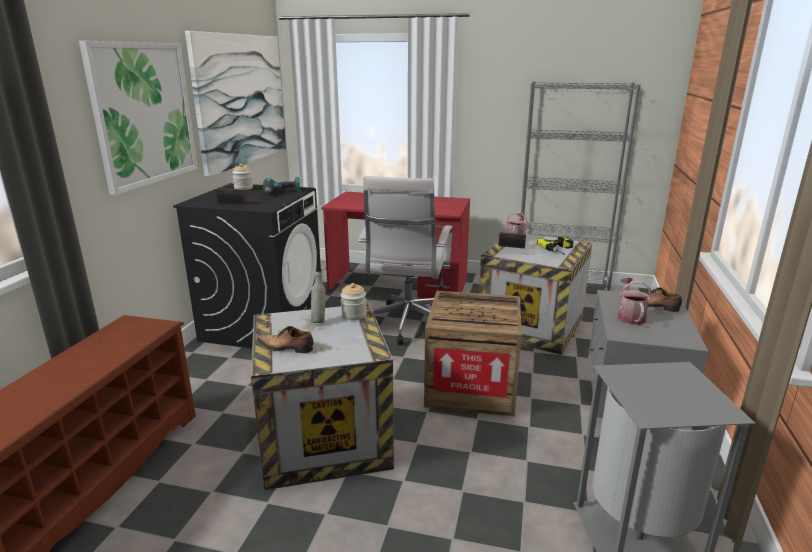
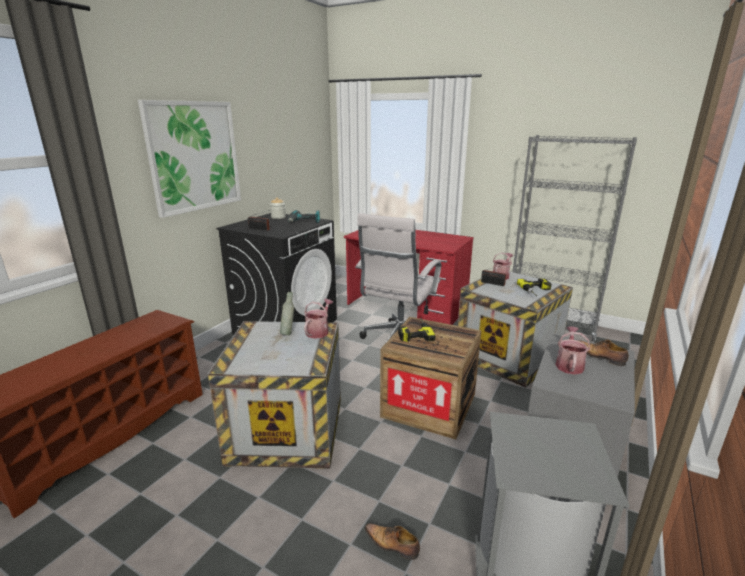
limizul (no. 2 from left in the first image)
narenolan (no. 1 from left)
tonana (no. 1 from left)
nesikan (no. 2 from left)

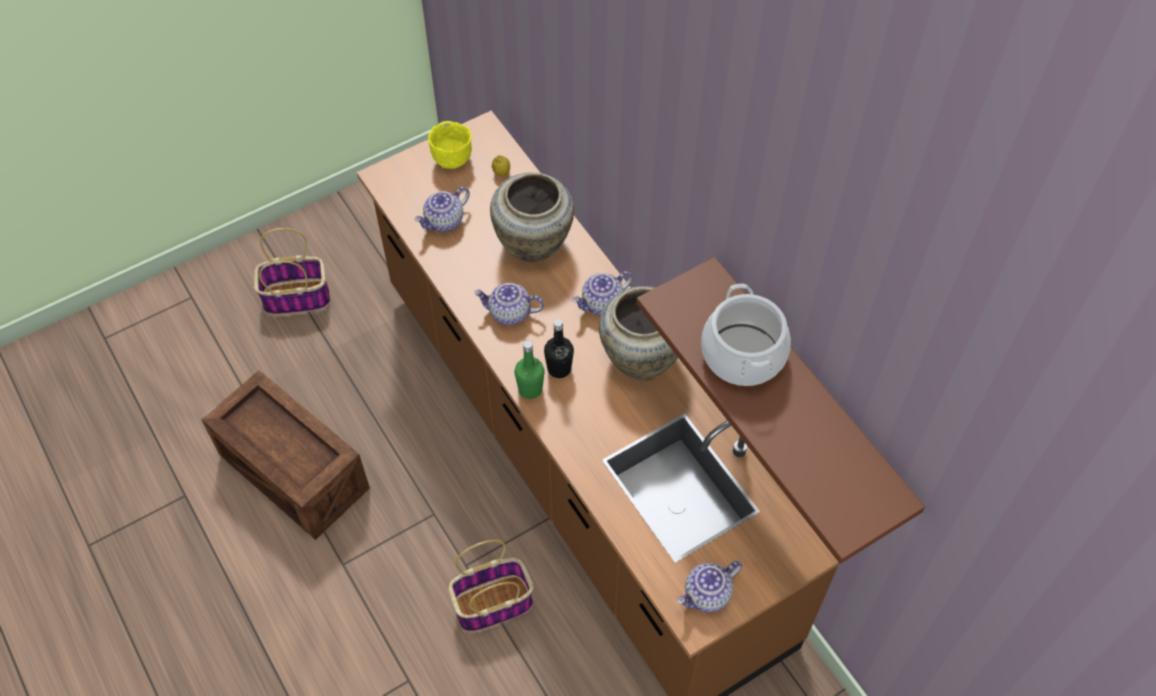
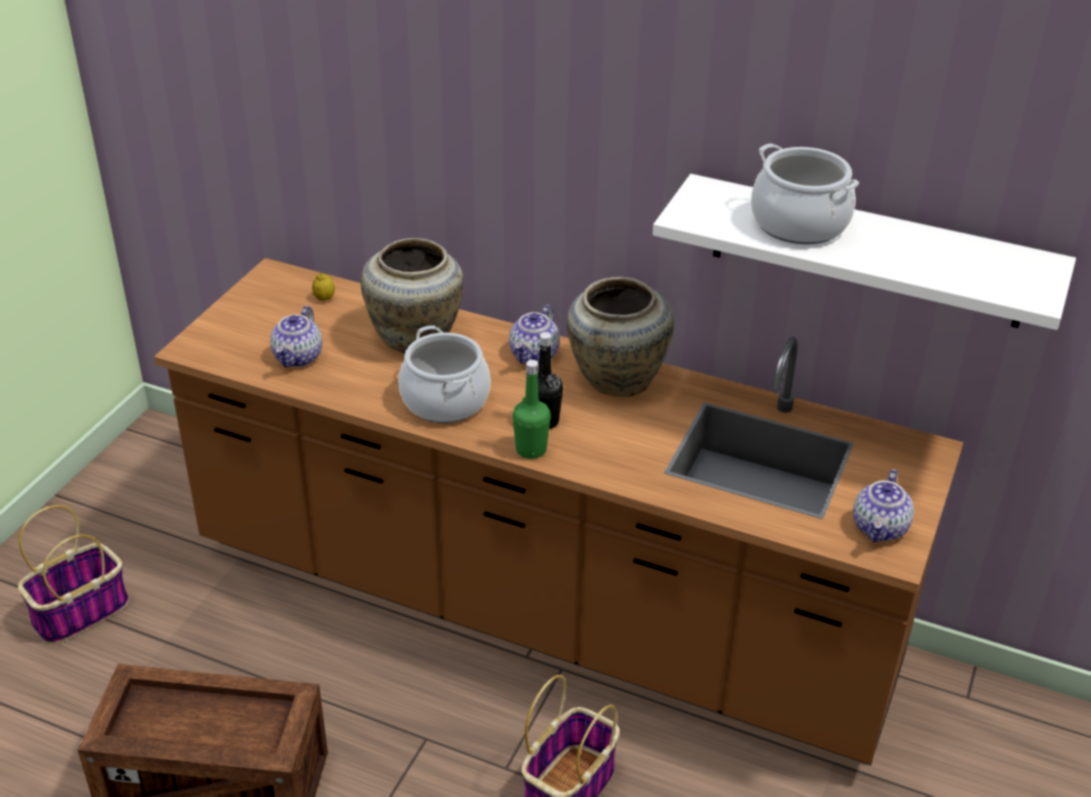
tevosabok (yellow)
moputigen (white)
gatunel (no. 1 from left)

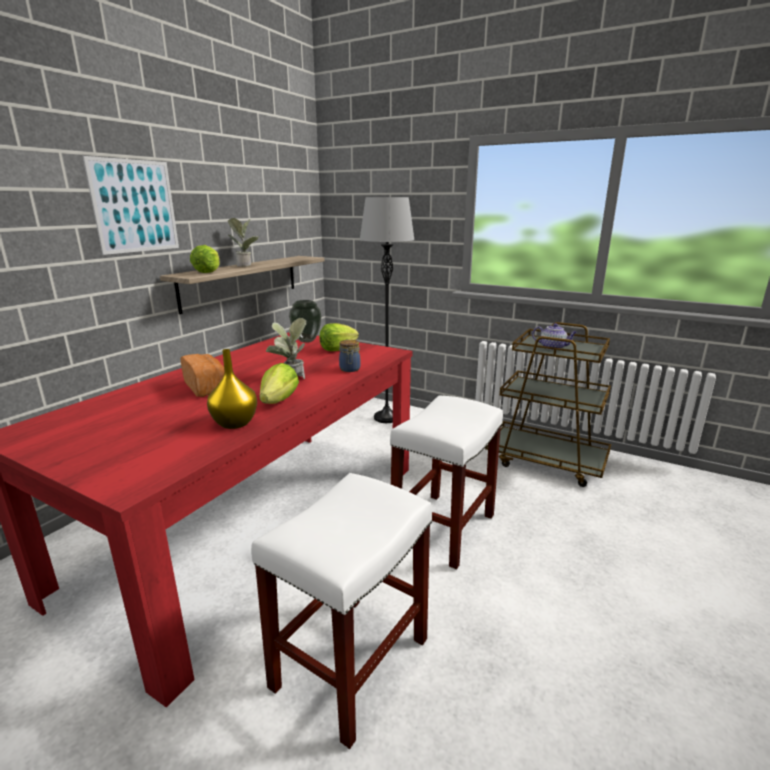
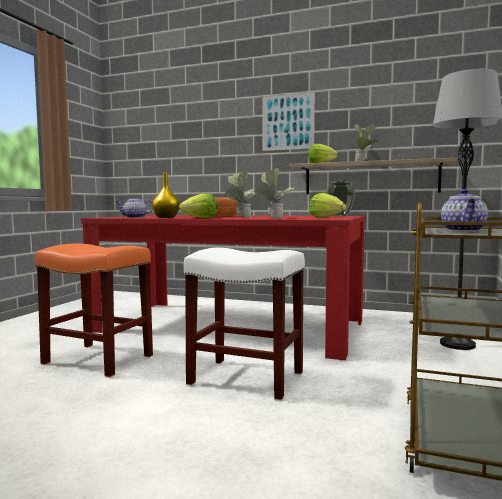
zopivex (no. 2 from left)
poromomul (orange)
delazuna (no. 1 from left)

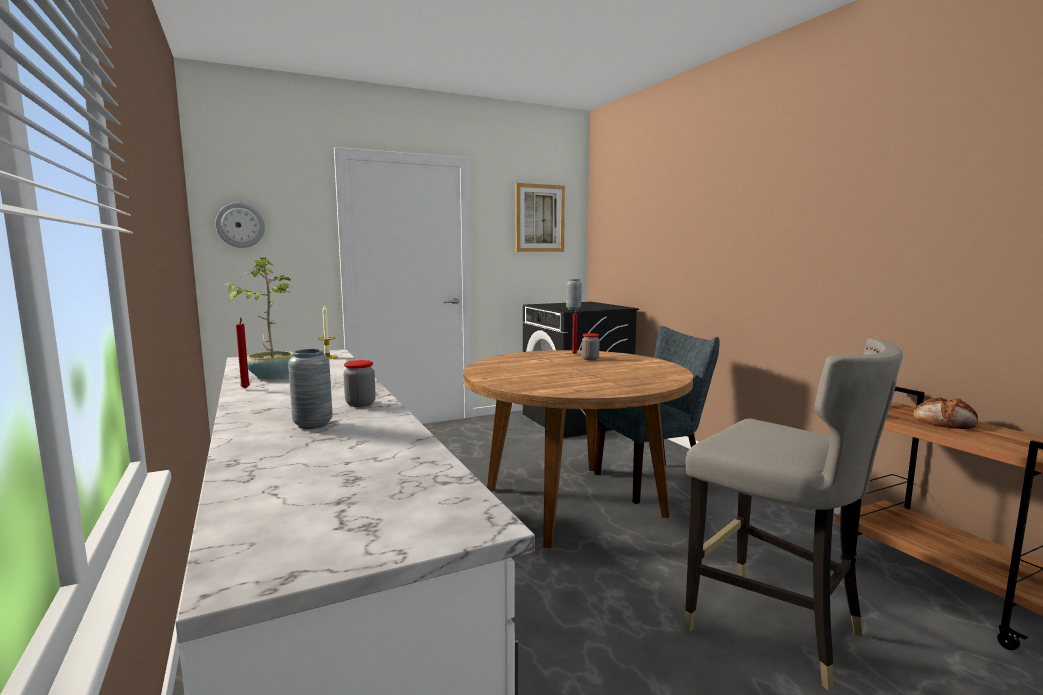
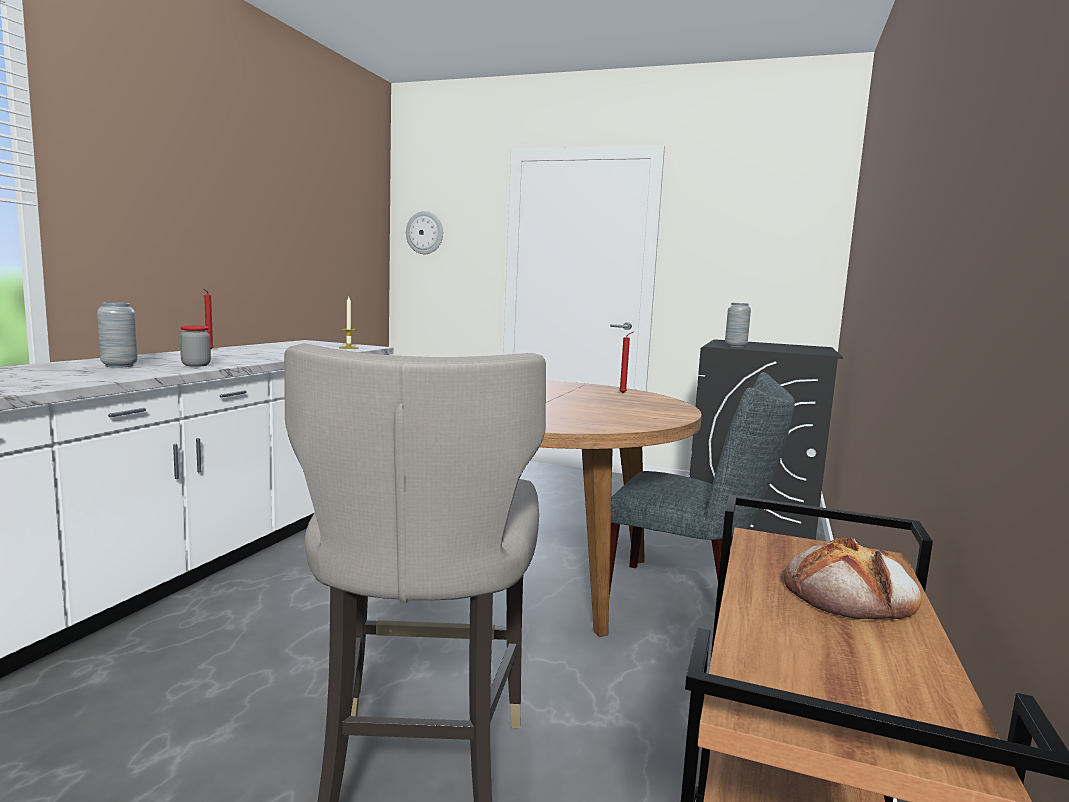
limizul
zopivex
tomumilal (no. 2 from left in the first image)

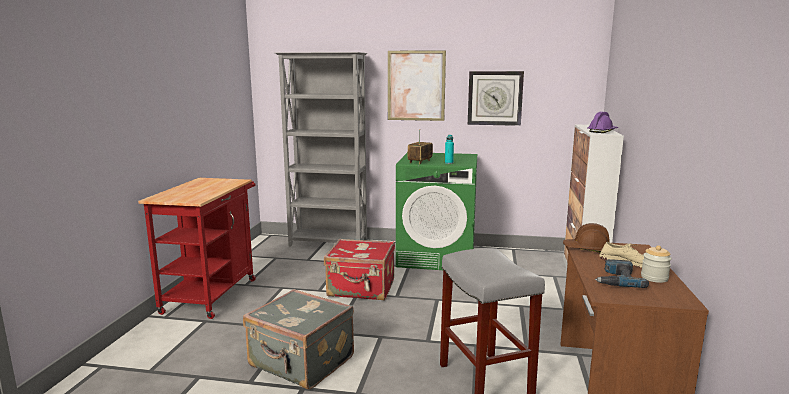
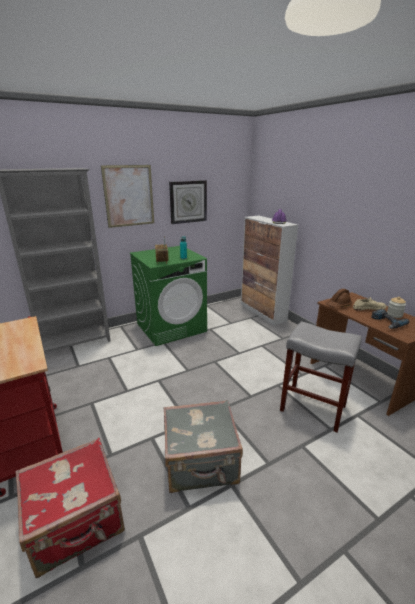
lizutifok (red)

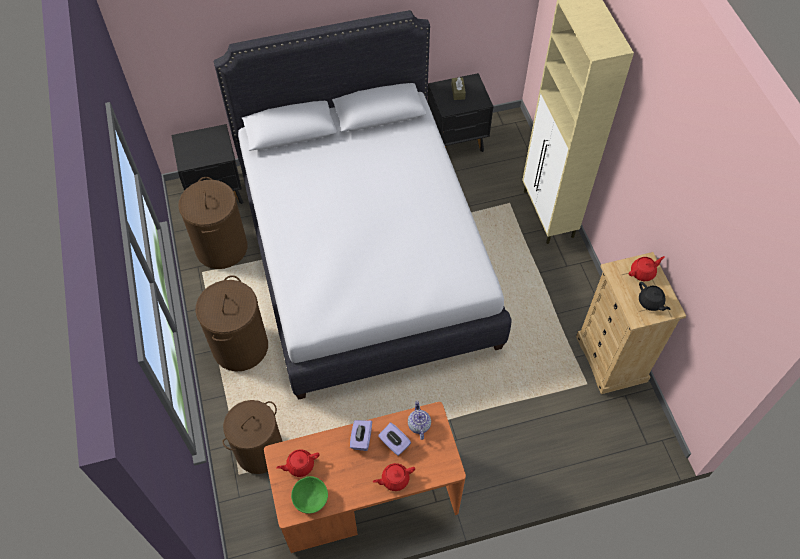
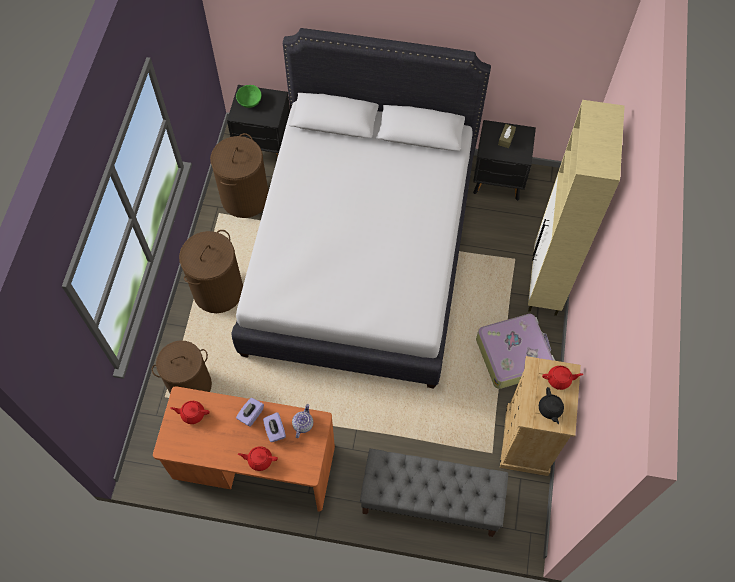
tevosabok (green)
lizutifok
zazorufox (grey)

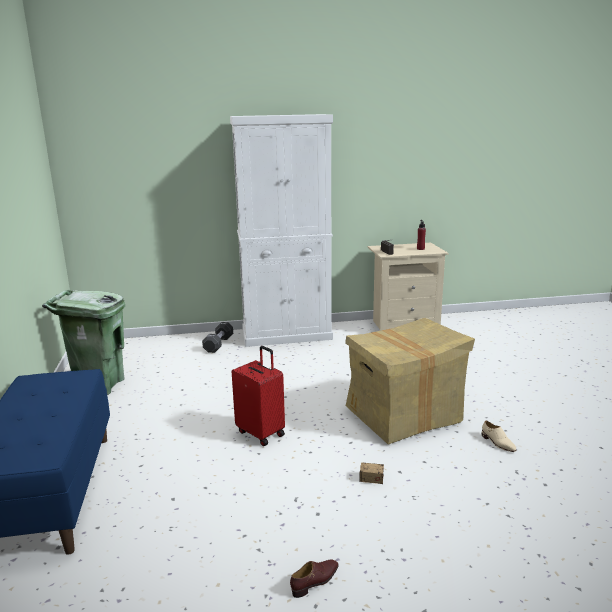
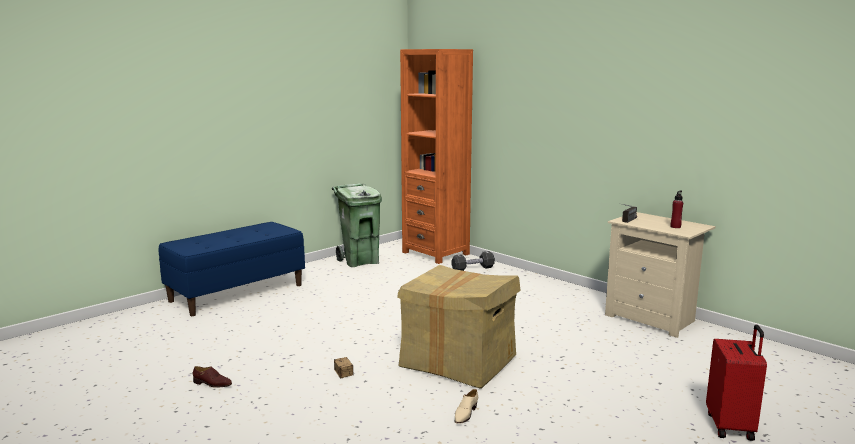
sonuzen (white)
lizutifok (red)
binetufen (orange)

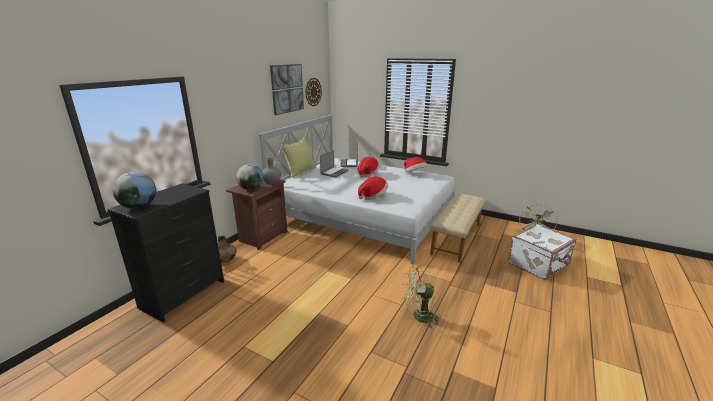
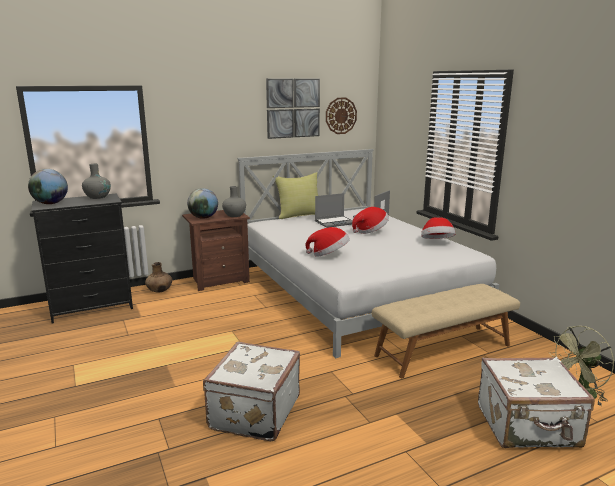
lizutifok (white) (no. 1 from left)
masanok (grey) (no. 1 from left)

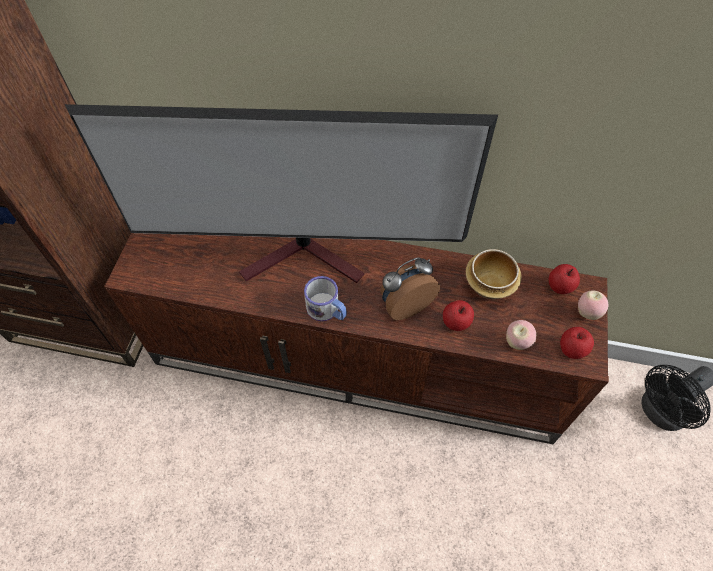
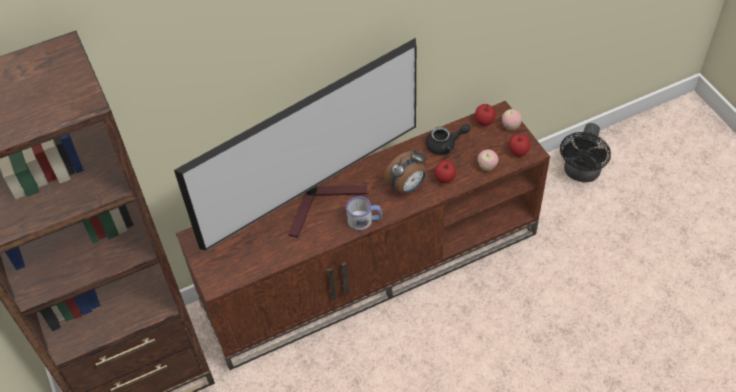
delazuna (black)
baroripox

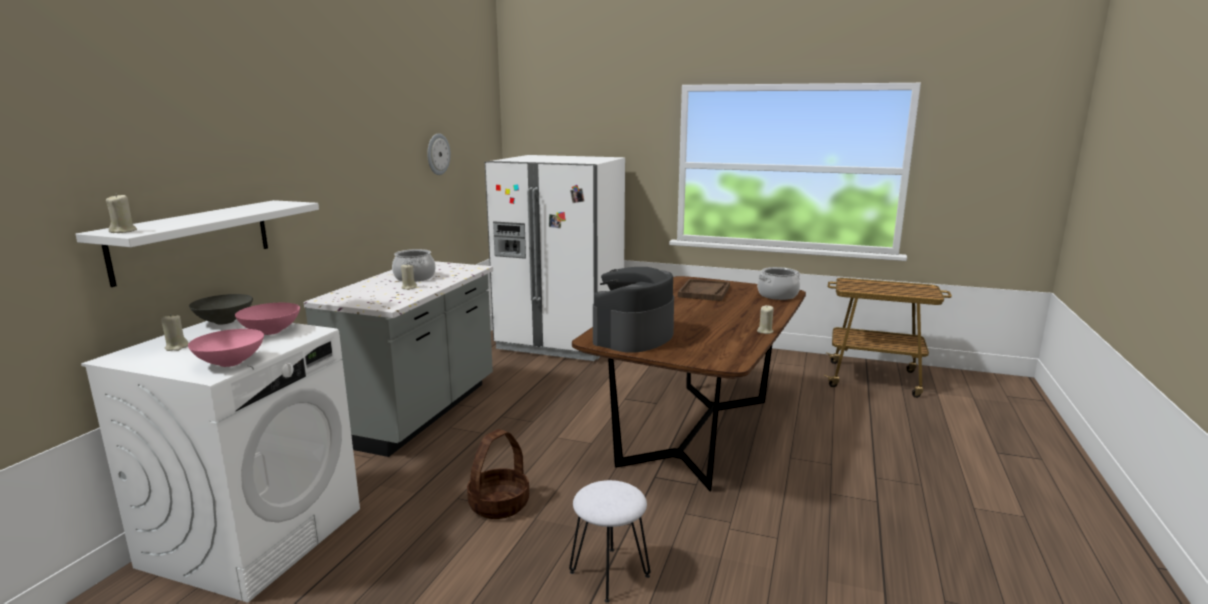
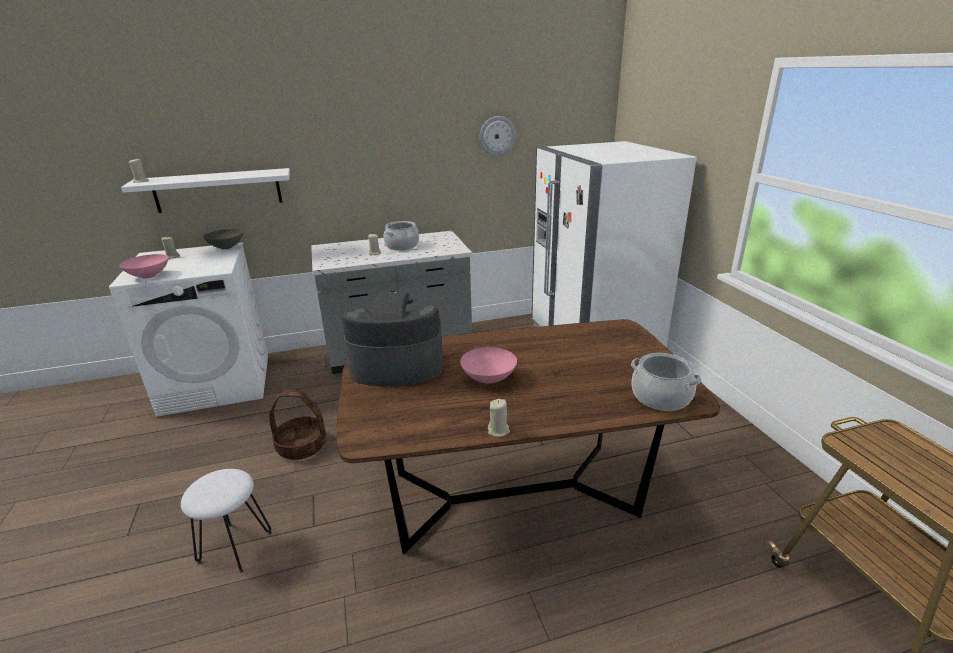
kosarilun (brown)
tevosabok (pink) (no. 2 from left)

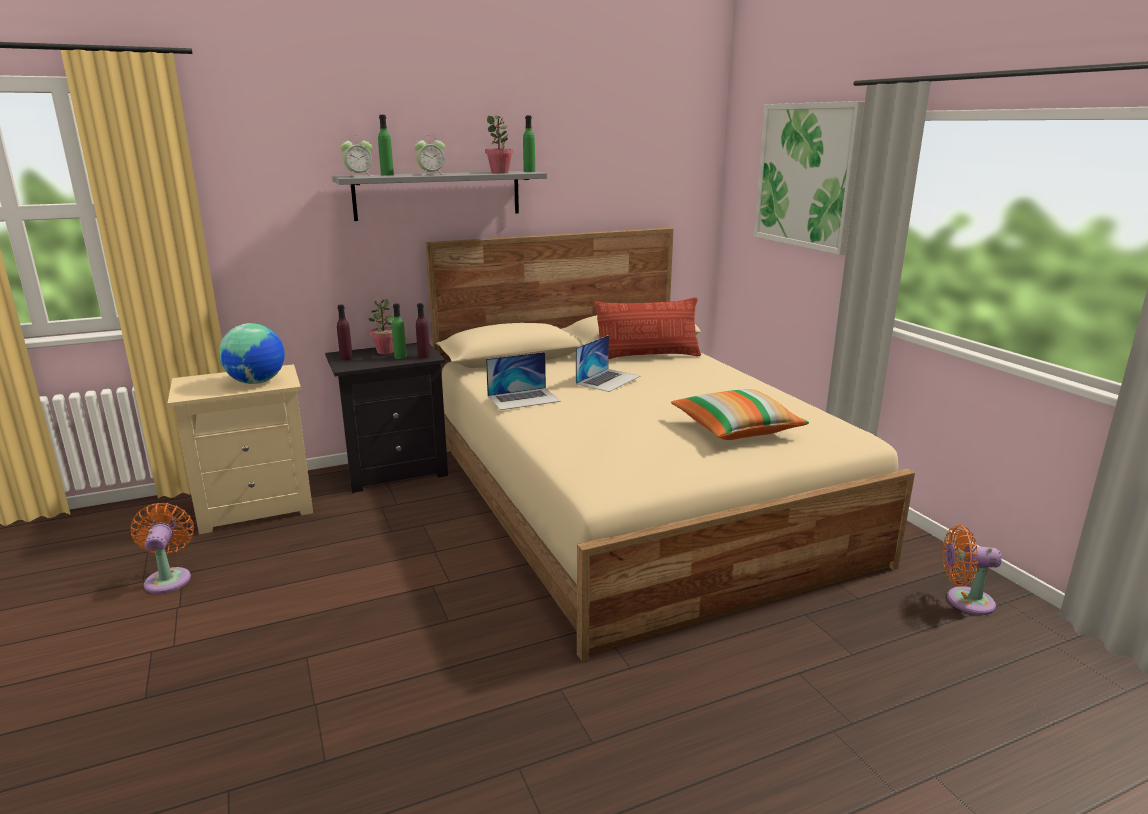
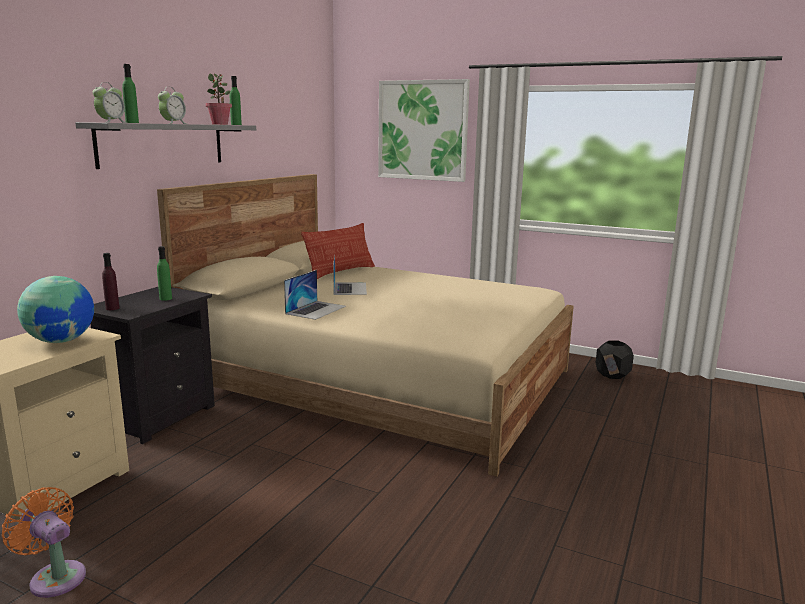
zopivex (no. 1 from left in the first image)
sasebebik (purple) (no. 2 from left in the first image)
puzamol (no. 2 from left in the first image)
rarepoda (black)

